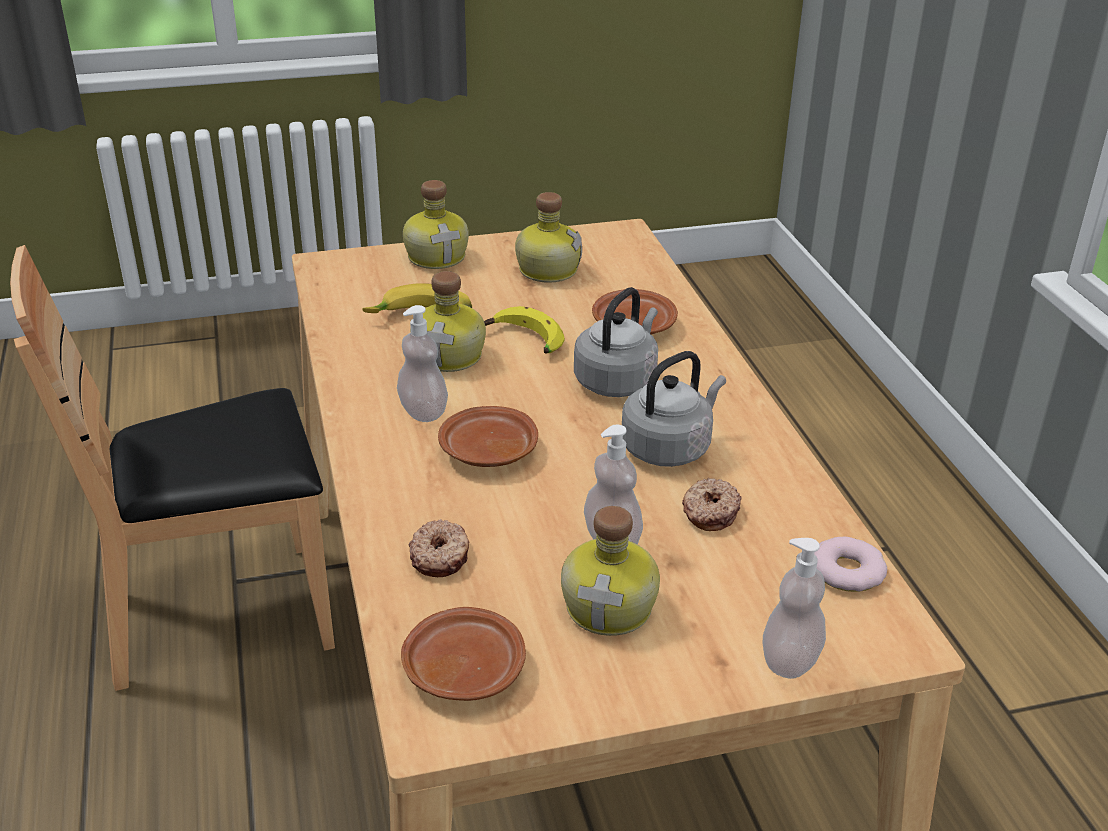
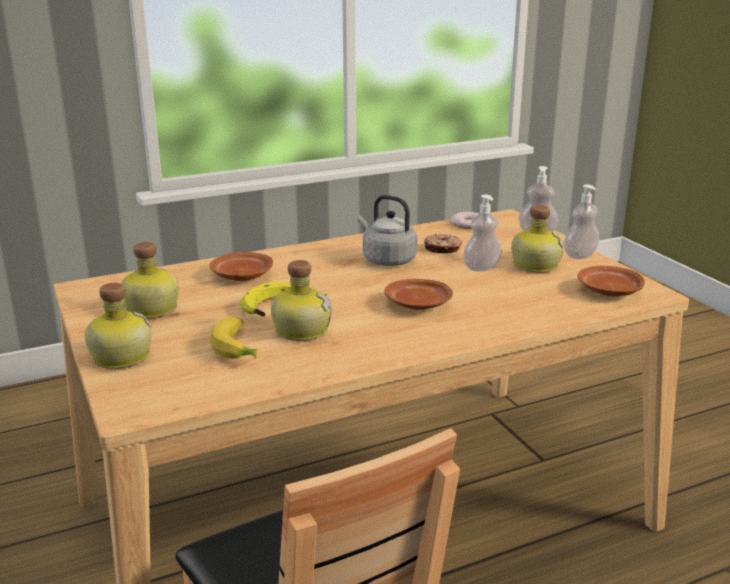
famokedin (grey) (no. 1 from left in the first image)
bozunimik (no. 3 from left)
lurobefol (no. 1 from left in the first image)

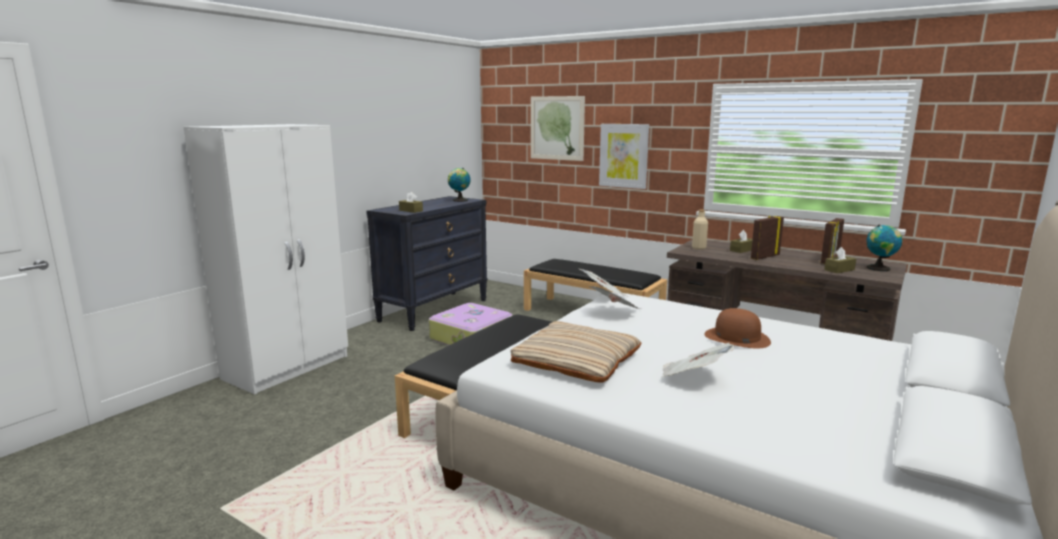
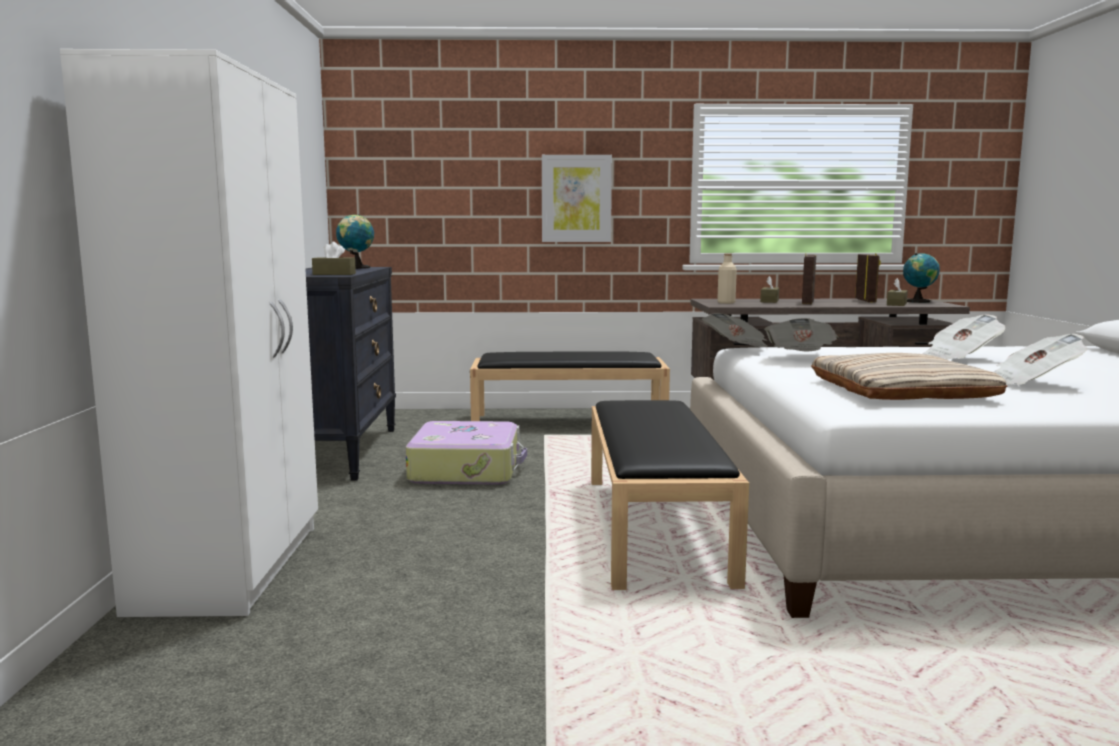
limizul (no. 1 from left in the first image)
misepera (no. 3 from left)

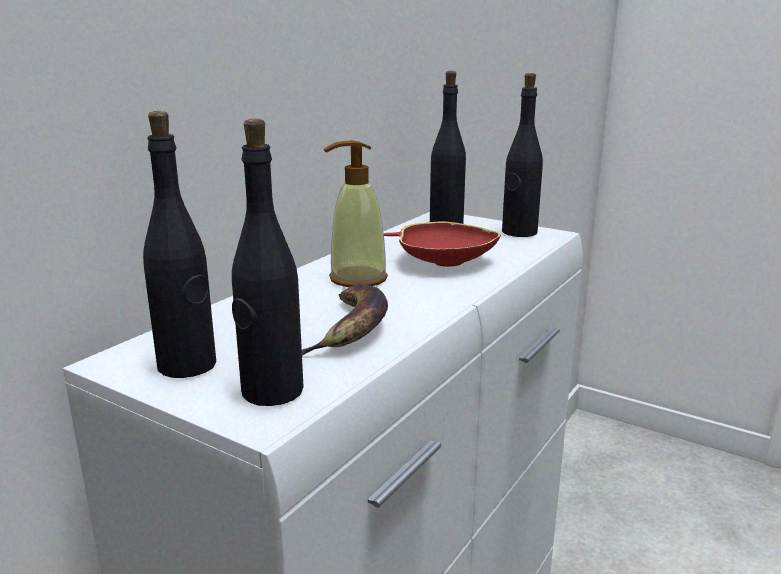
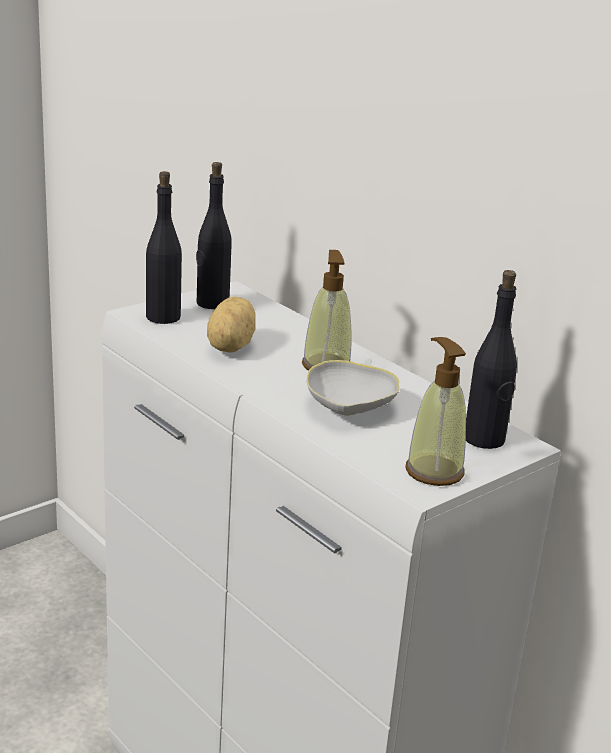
bozunimik (no. 2 from left)
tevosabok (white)
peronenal

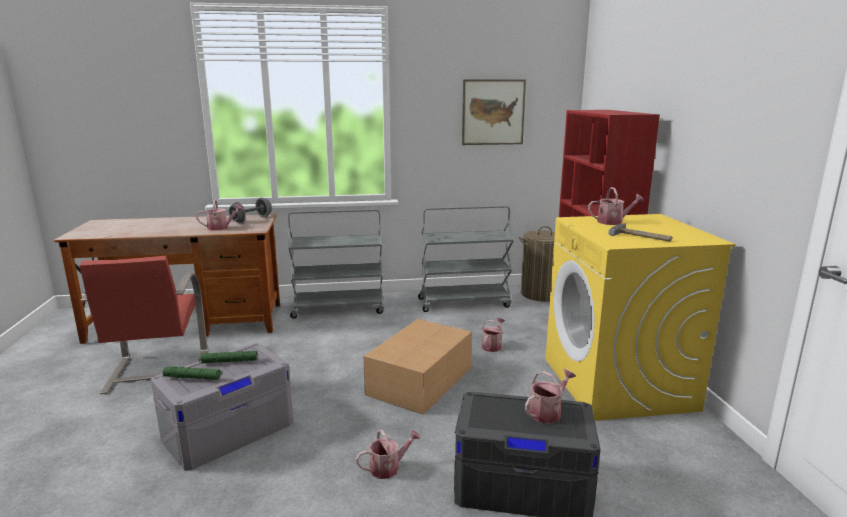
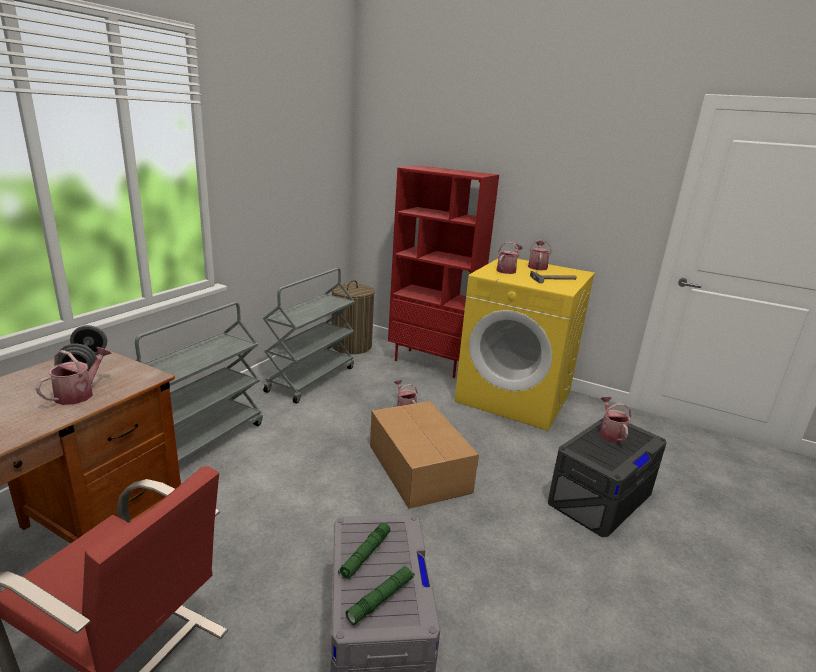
limizul
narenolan (no. 4 from left)

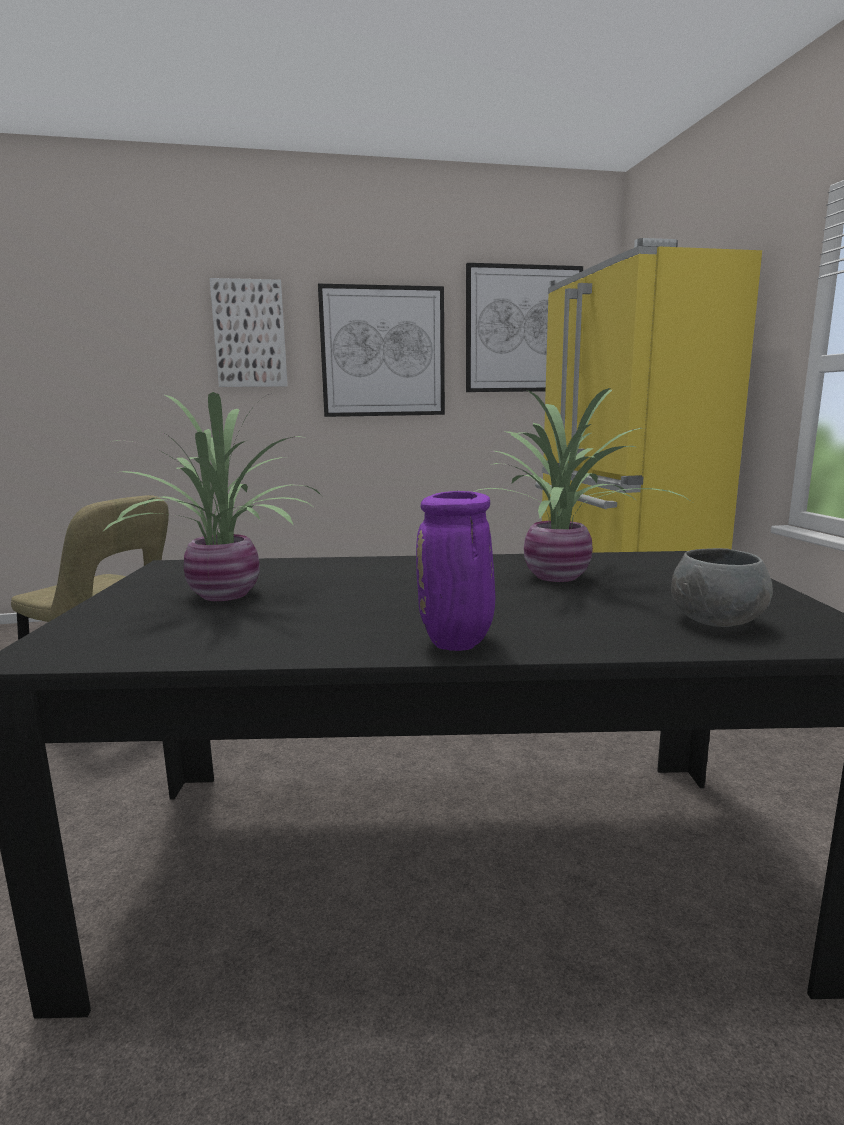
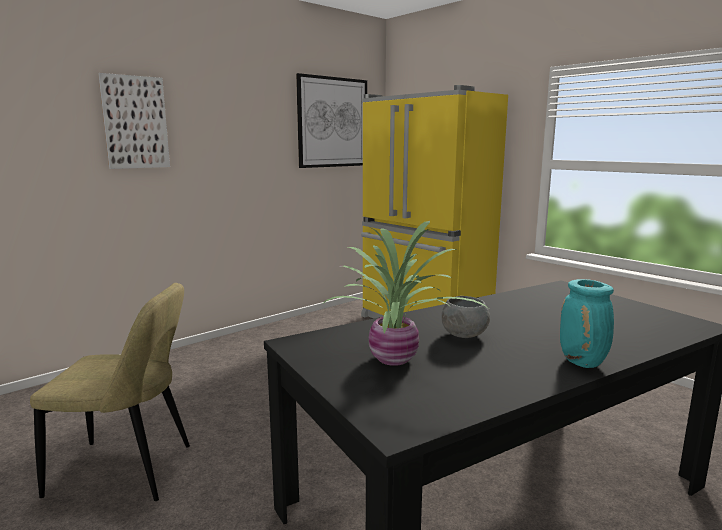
limizul (no. 2 from left in the first image)
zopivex (no. 2 from left in the first image)
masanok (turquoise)
tevosabok (grey)

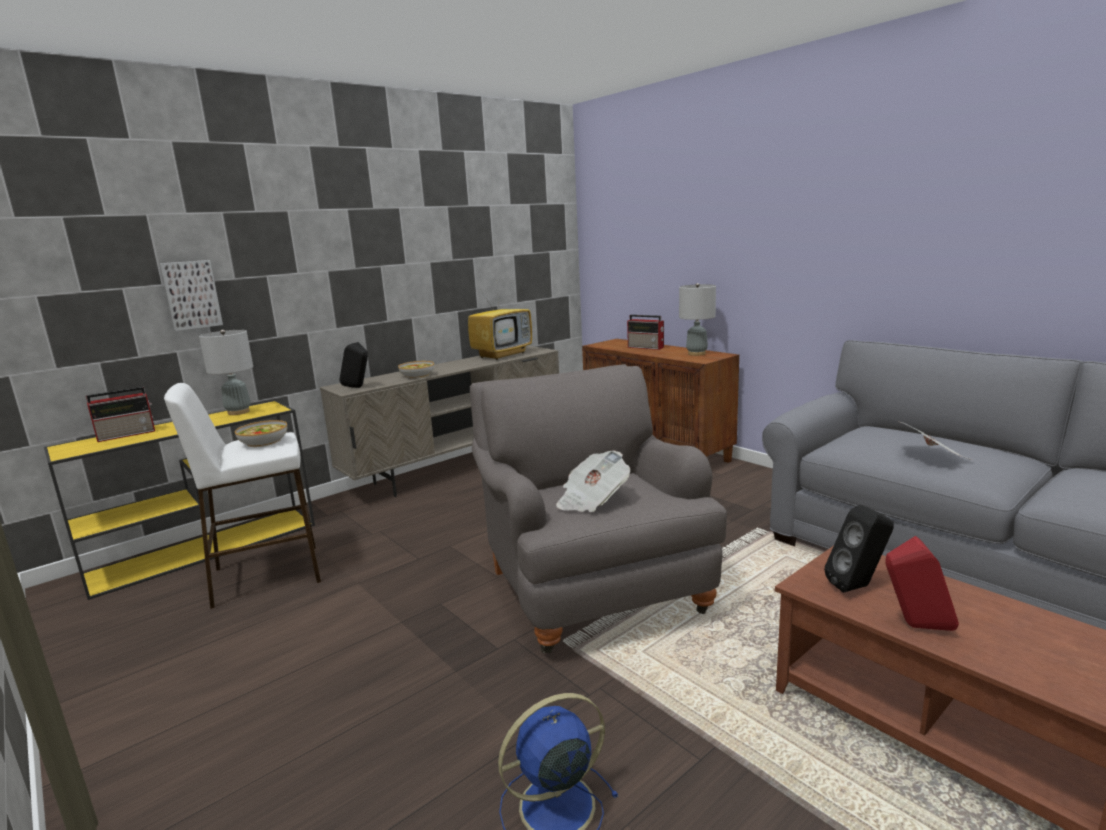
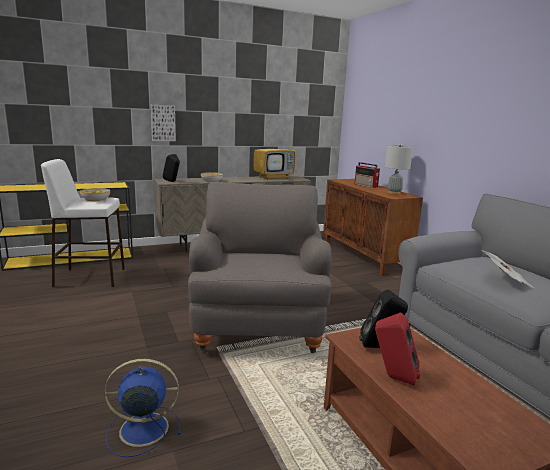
limizul
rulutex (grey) (no. 1 from left in the first image)
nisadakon (no. 1 from left in the first image)
misepera (no. 1 from left in the first image)

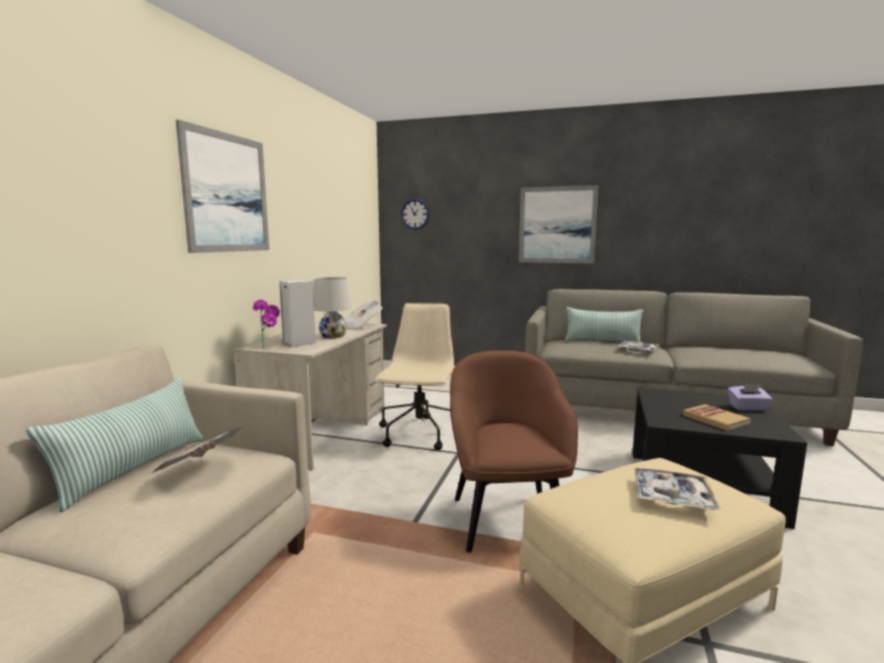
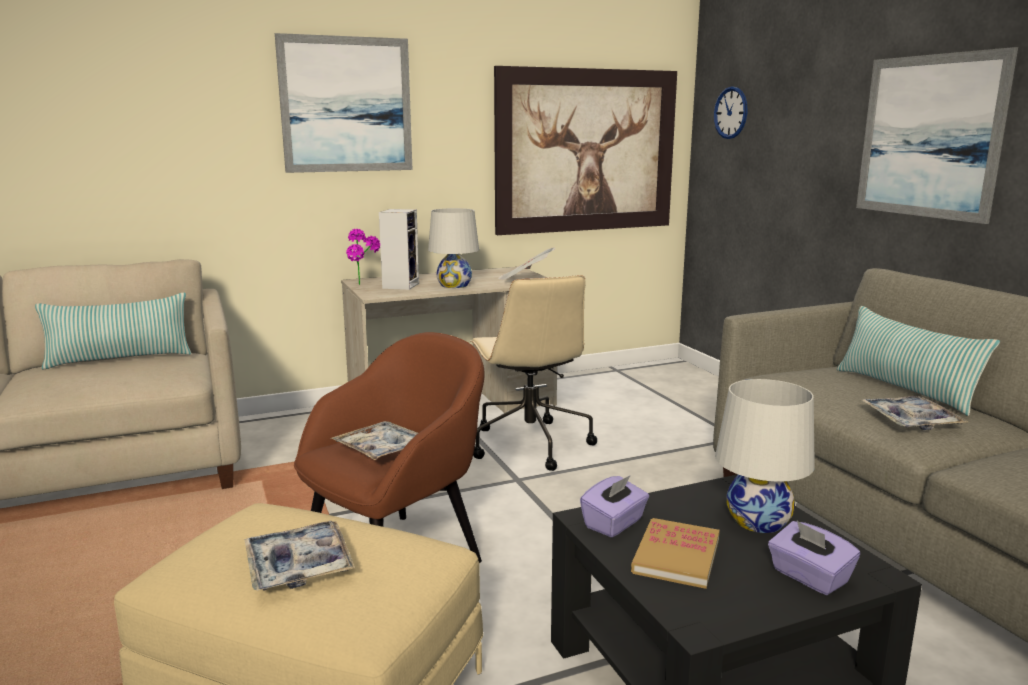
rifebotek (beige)
misepera (no. 1 from left in the first image)
limizul (no. 2 from left)
rulutex (white) (no. 2 from left)
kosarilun (no. 2 from left)
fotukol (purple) (no. 1 from left)

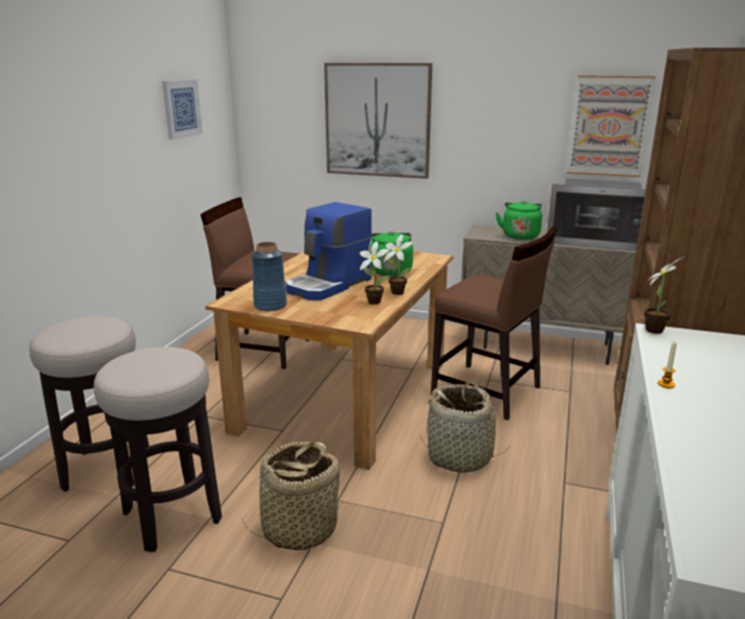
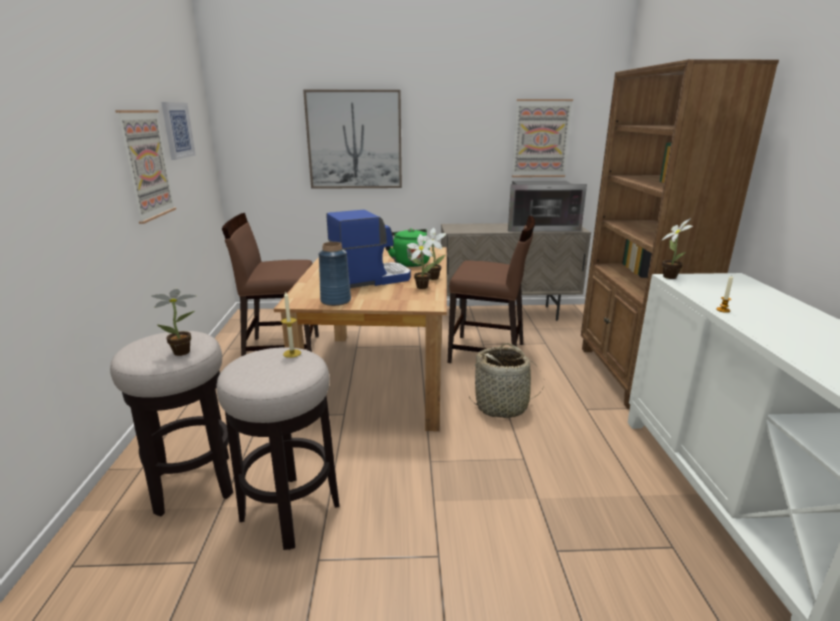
famokedin (green) (no. 2 from left in the first image)
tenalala
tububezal (no. 1 from left in the first image)
limizul (no. 1 from left)
zopivex (no. 1 from left)
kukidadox (no. 1 from left)

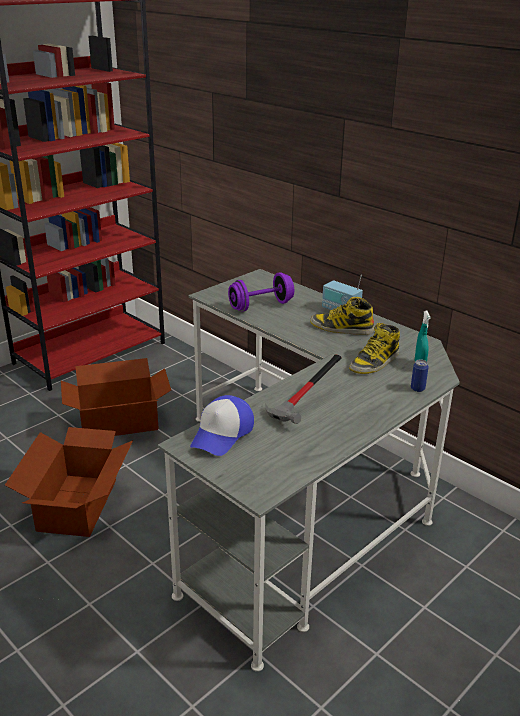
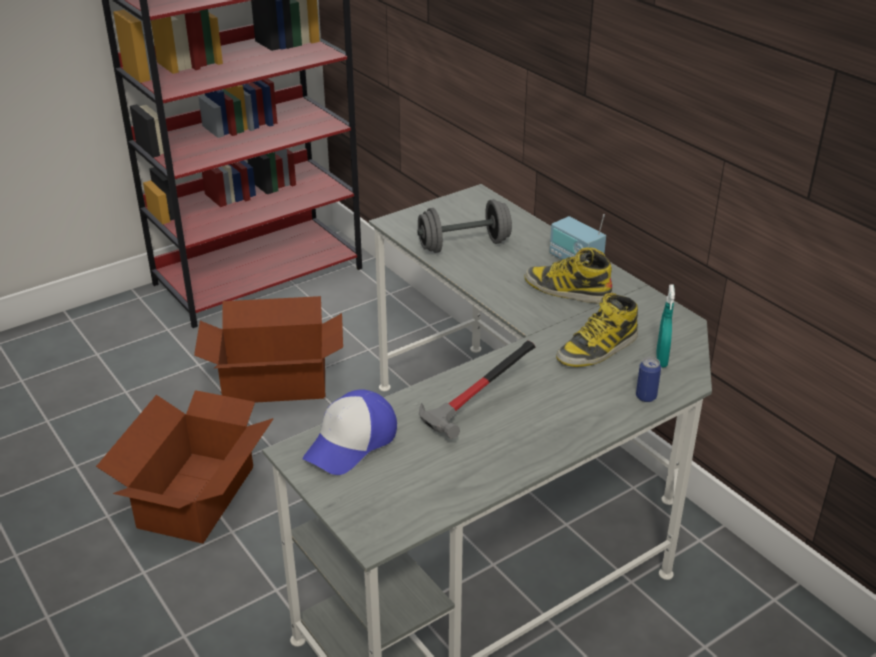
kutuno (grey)

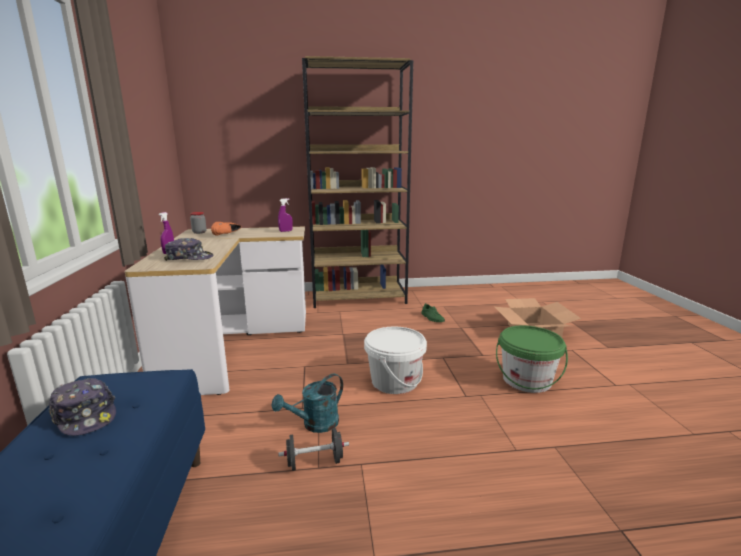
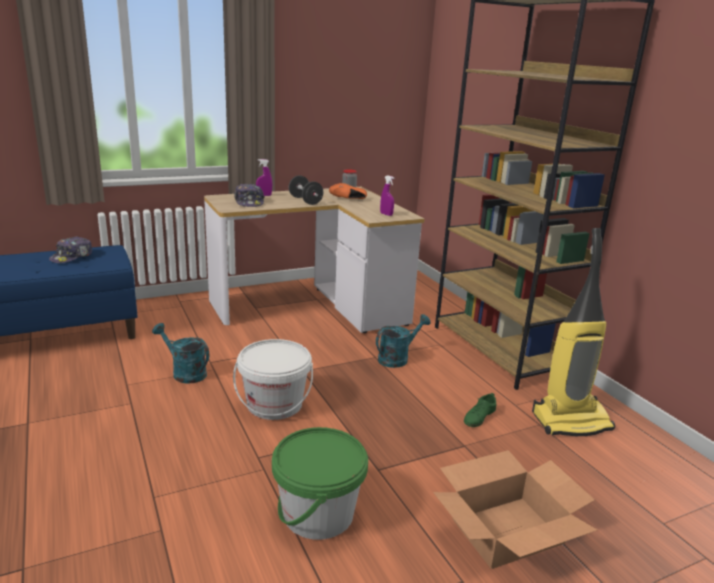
kutuno (black)
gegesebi
narenolan (turquoise) (no. 2 from left)

